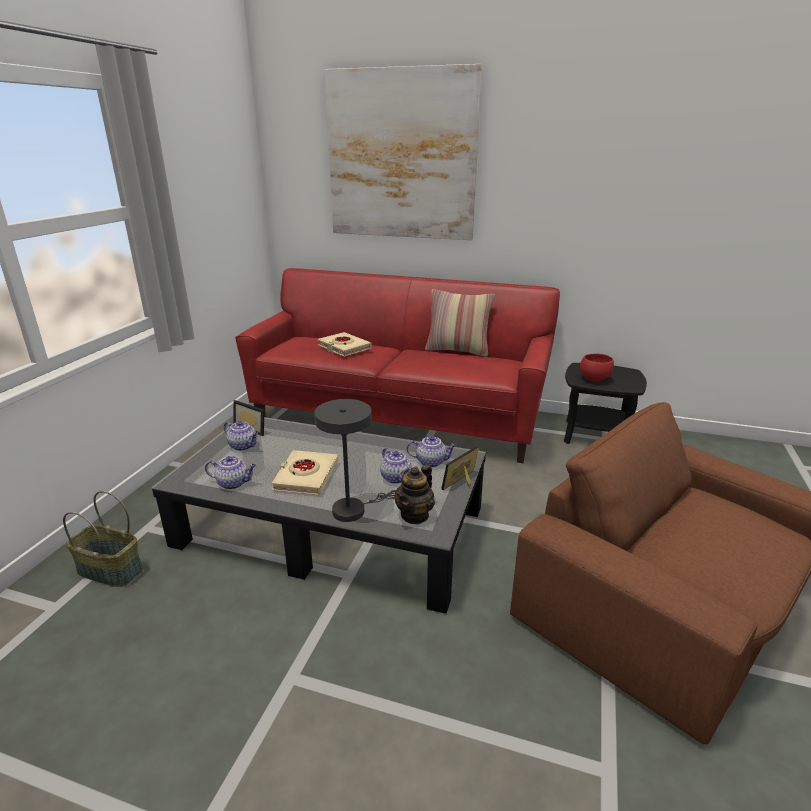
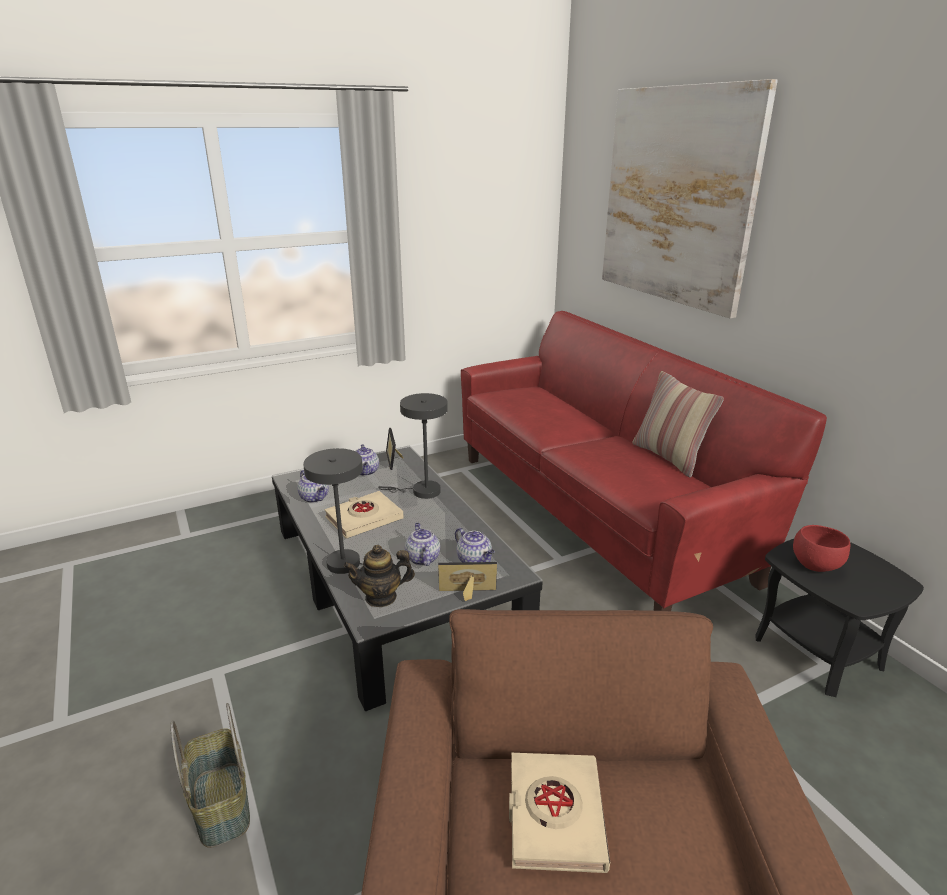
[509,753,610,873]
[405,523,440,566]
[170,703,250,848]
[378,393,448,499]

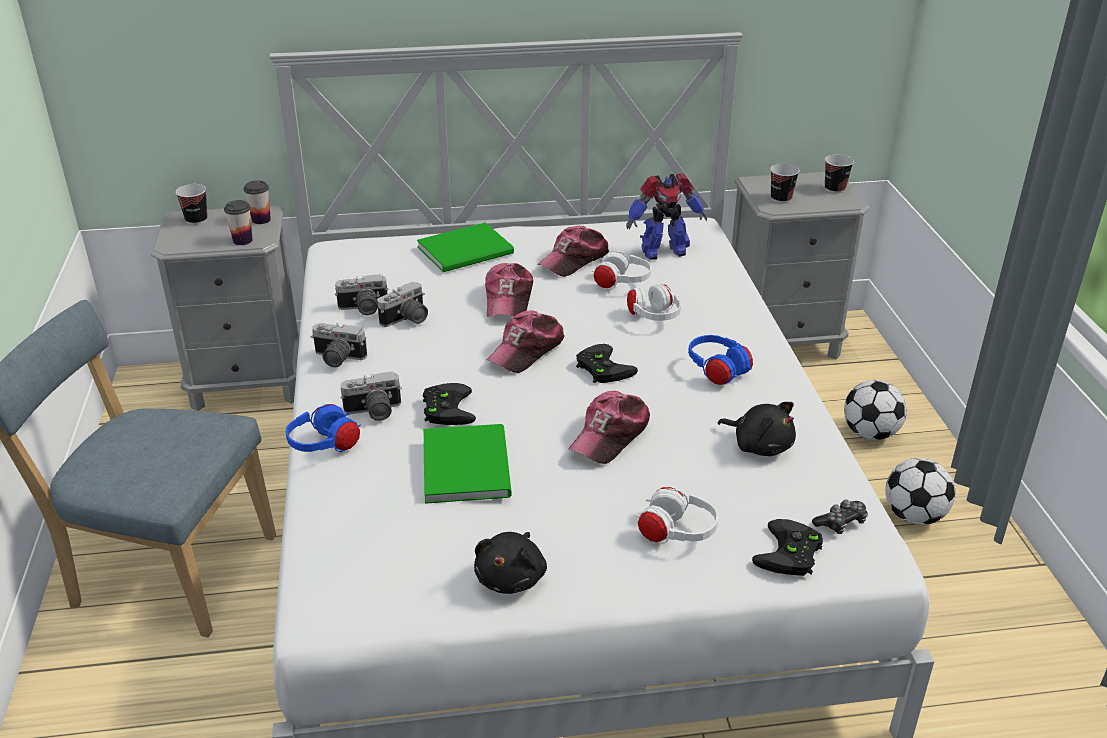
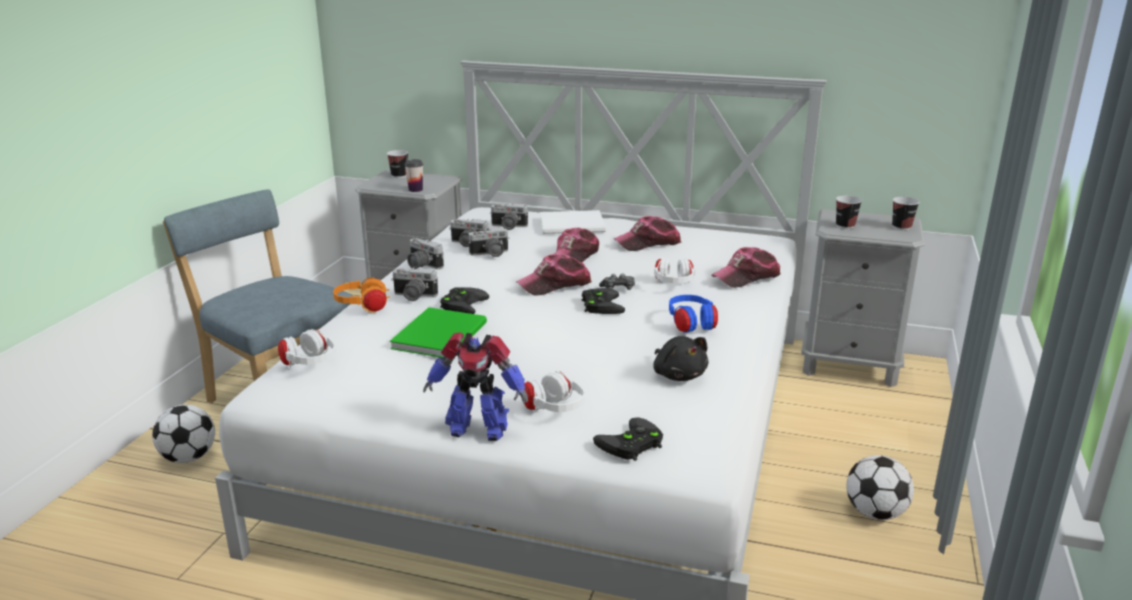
[423,332,528,441]
[244,180,271,224] (first image)
[540,210,606,234]
[278,329,336,367]
[152,404,215,463]
[711,247,781,288]
[333,278,390,312]
[599,273,635,290]
[474,532,547,594] (first image)
[490,203,528,230]

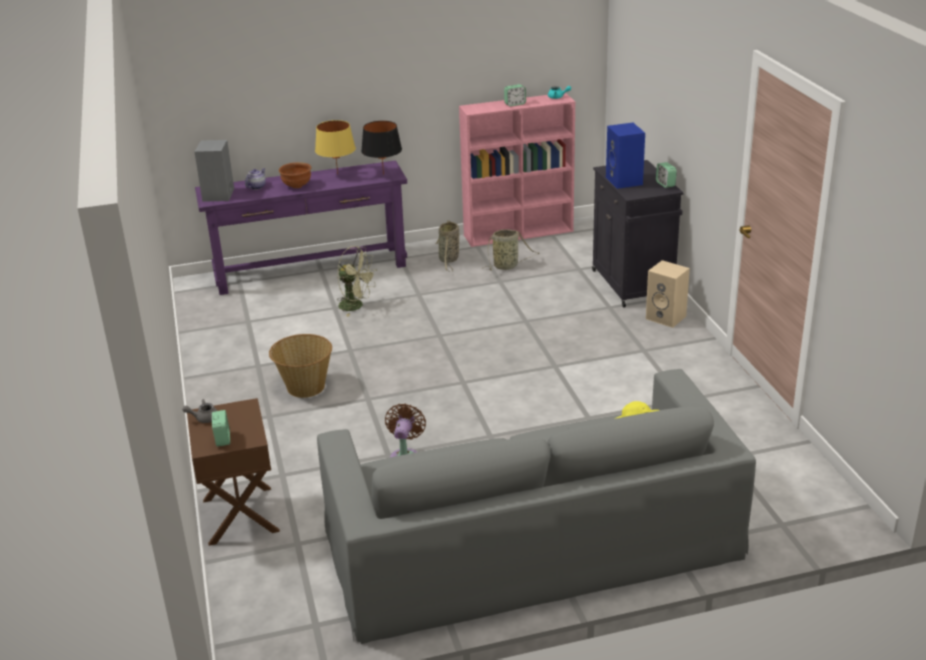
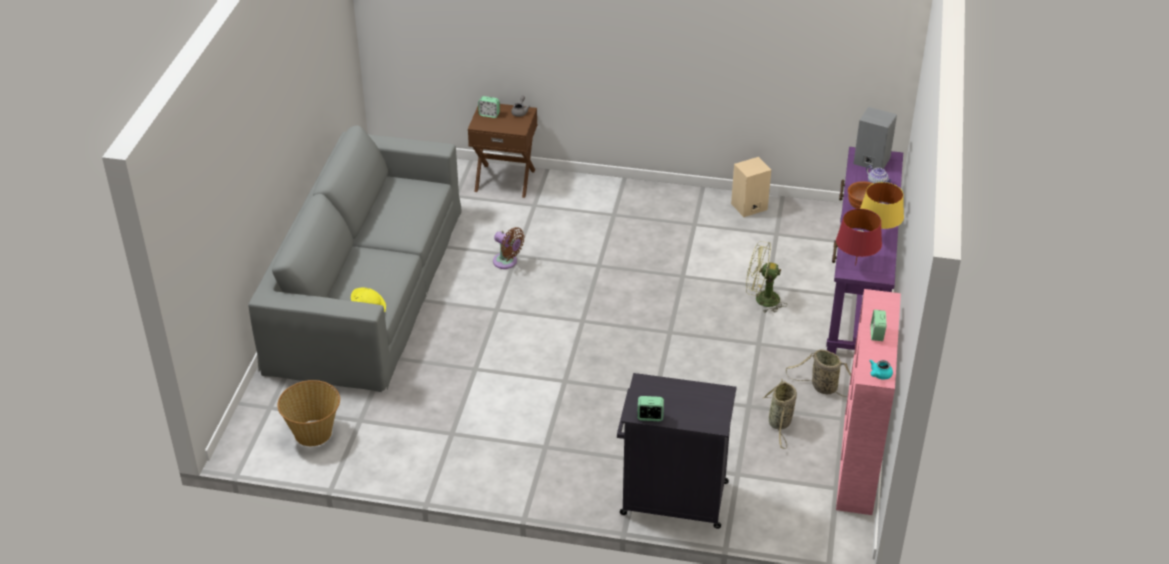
[836,209,882,266]
[606,123,645,189] (first image)
[746,241,787,313]
[731,157,771,217]
[277,380,340,446]

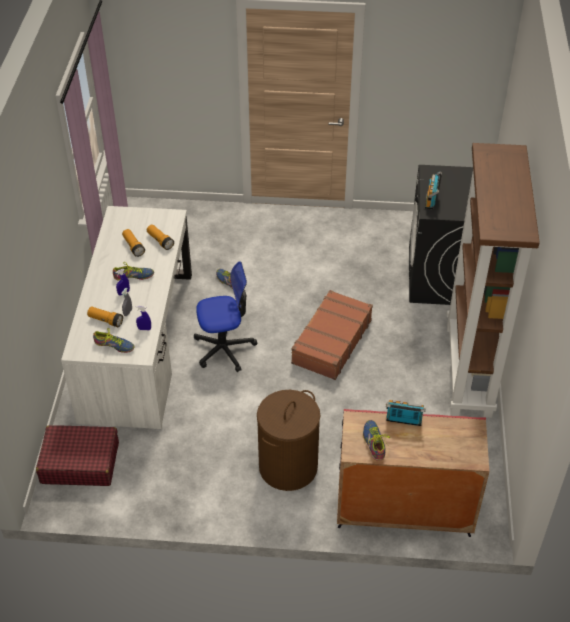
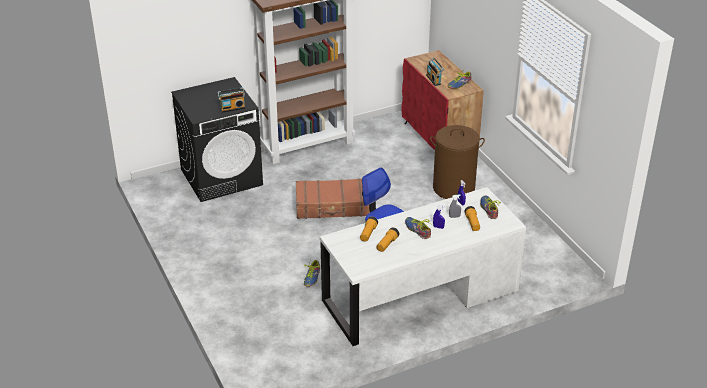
[36,425,119,486] (first image)

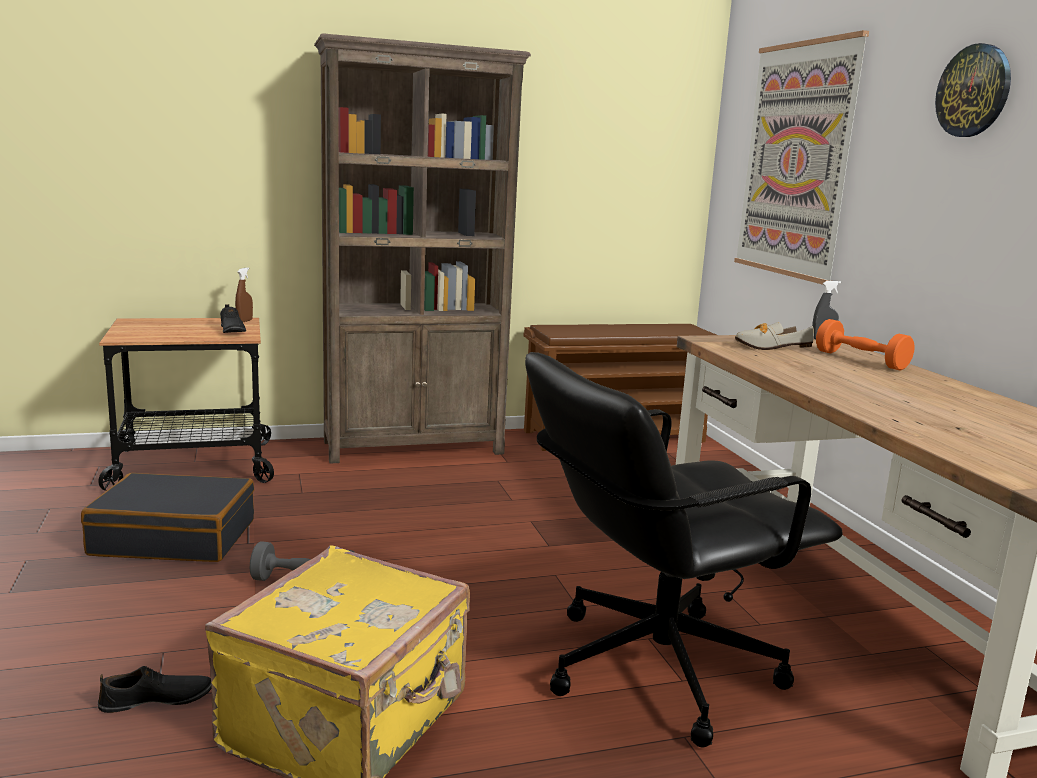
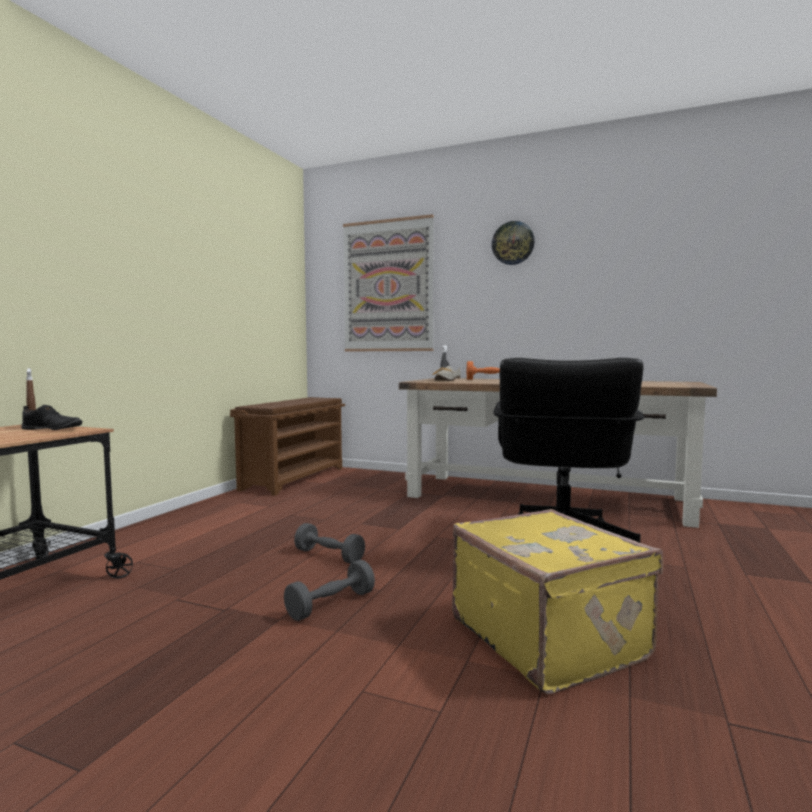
[314,33,531,464] (first image)
[81,473,254,562] (first image)
[98,666,212,713] (first image)
[294,523,365,564]

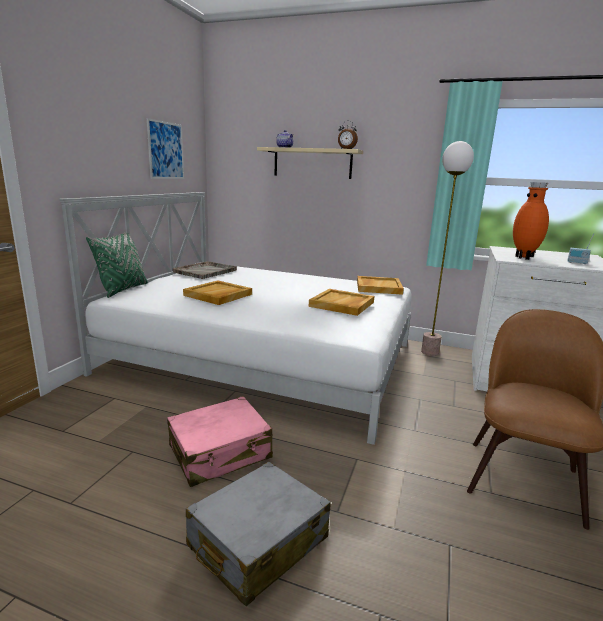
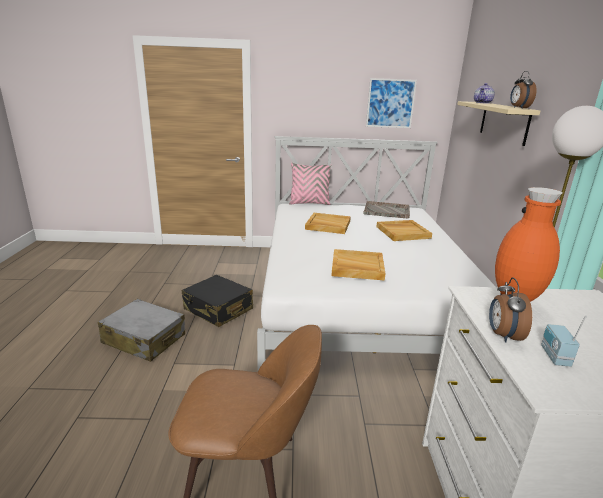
[289,163,332,205]
[376,220,432,241]
[182,275,253,327]
[489,278,532,343]

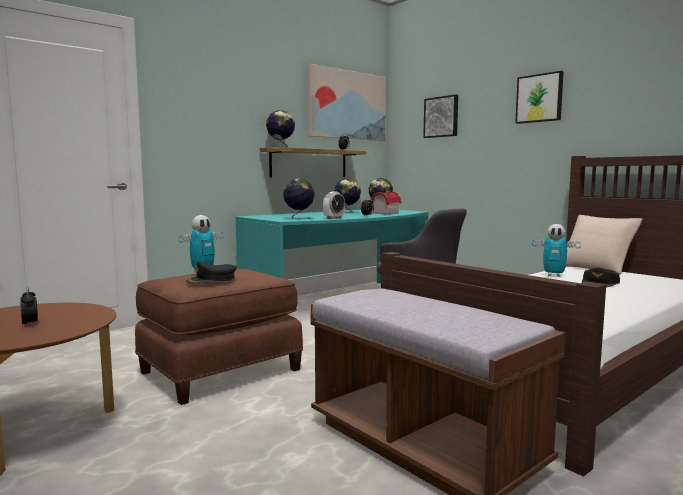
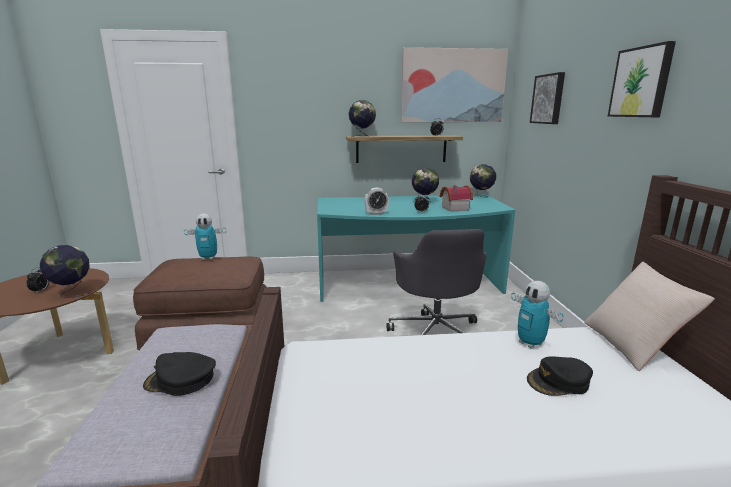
[40,245,92,298]
[143,352,216,396]

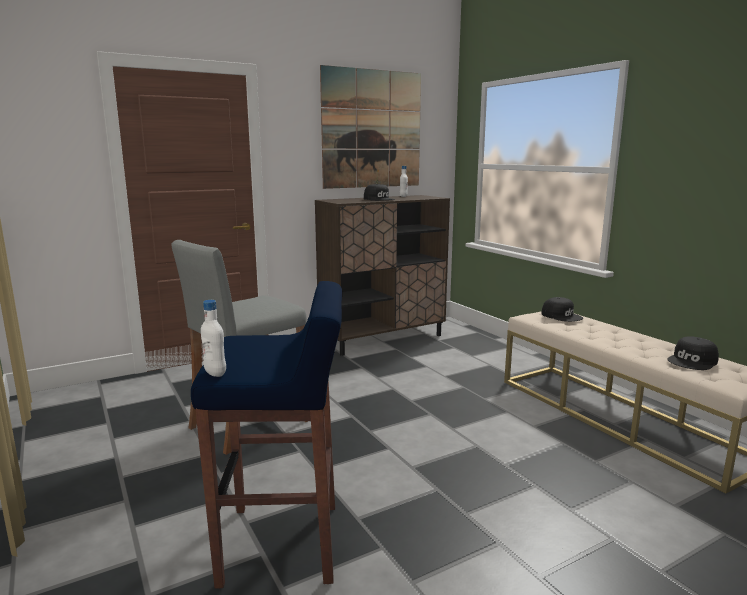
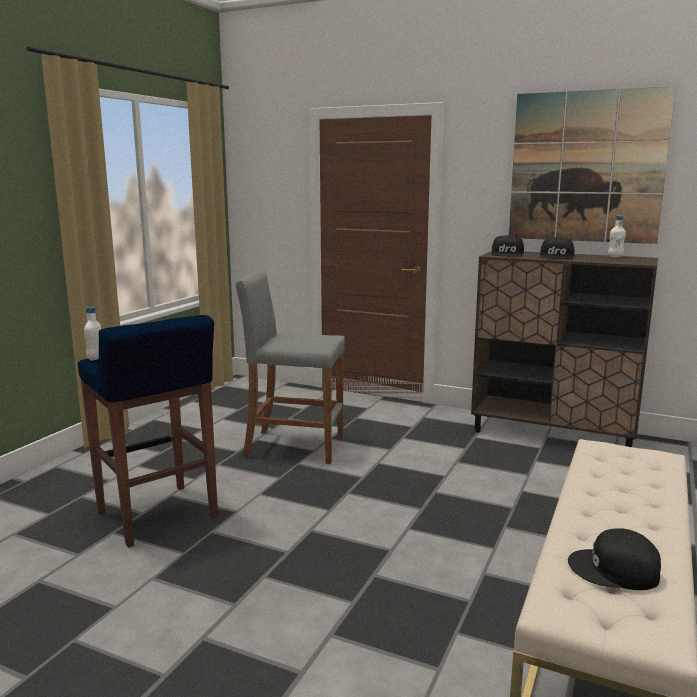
[491,235,524,256]

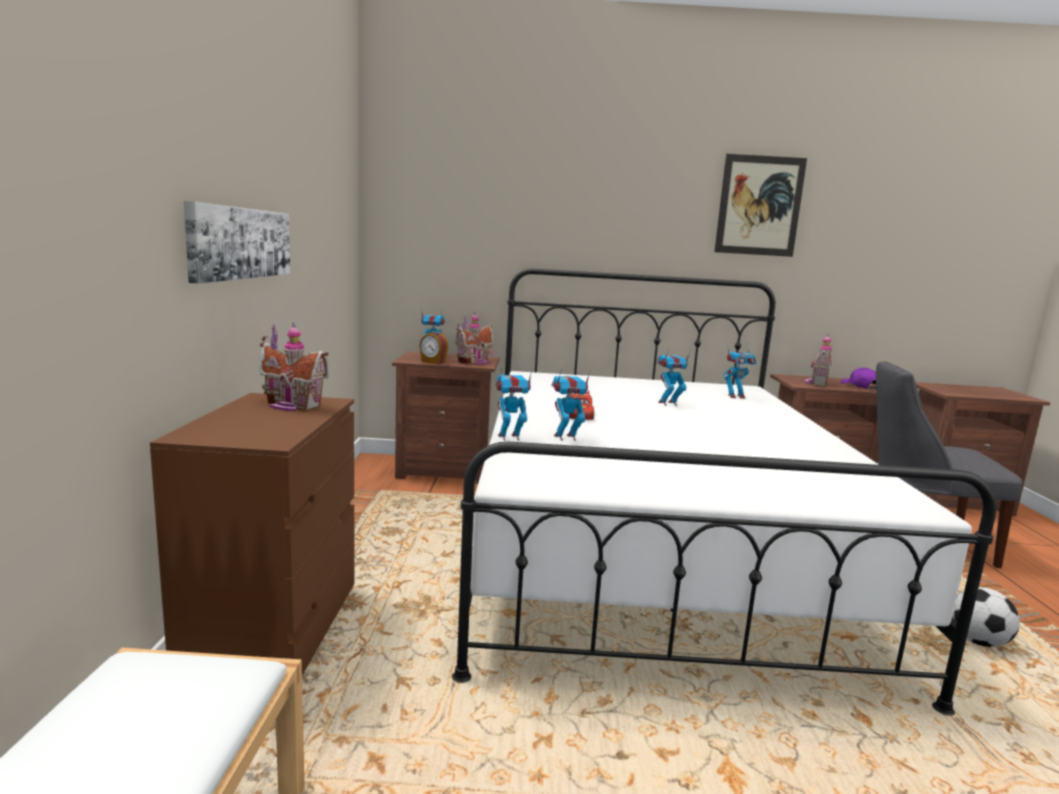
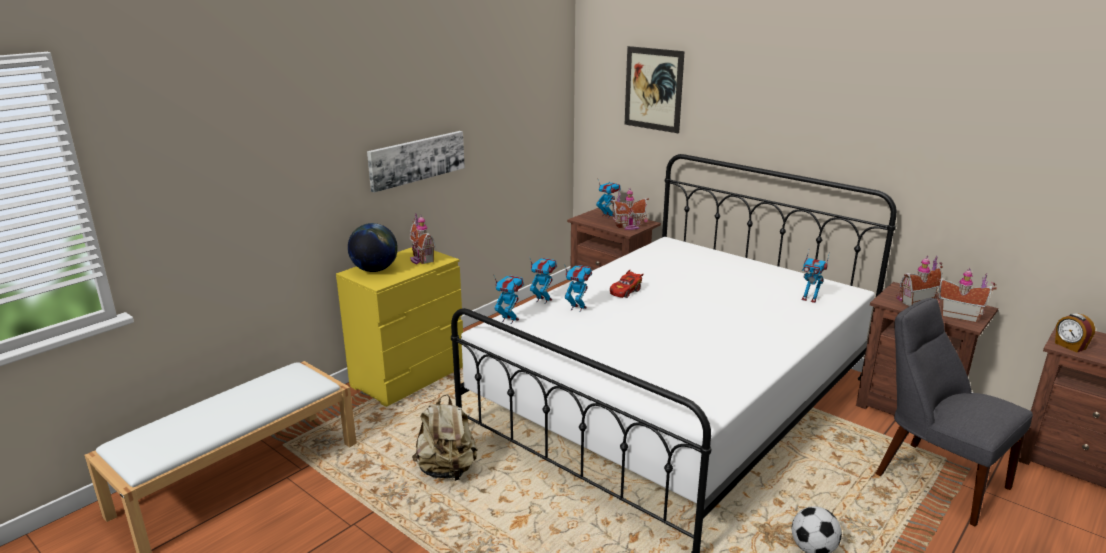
[625,46,685,133]
[1055,313,1095,352]
[494,275,524,324]
[935,268,997,323]
[336,247,463,407]
[348,223,398,272]
[412,394,478,481]

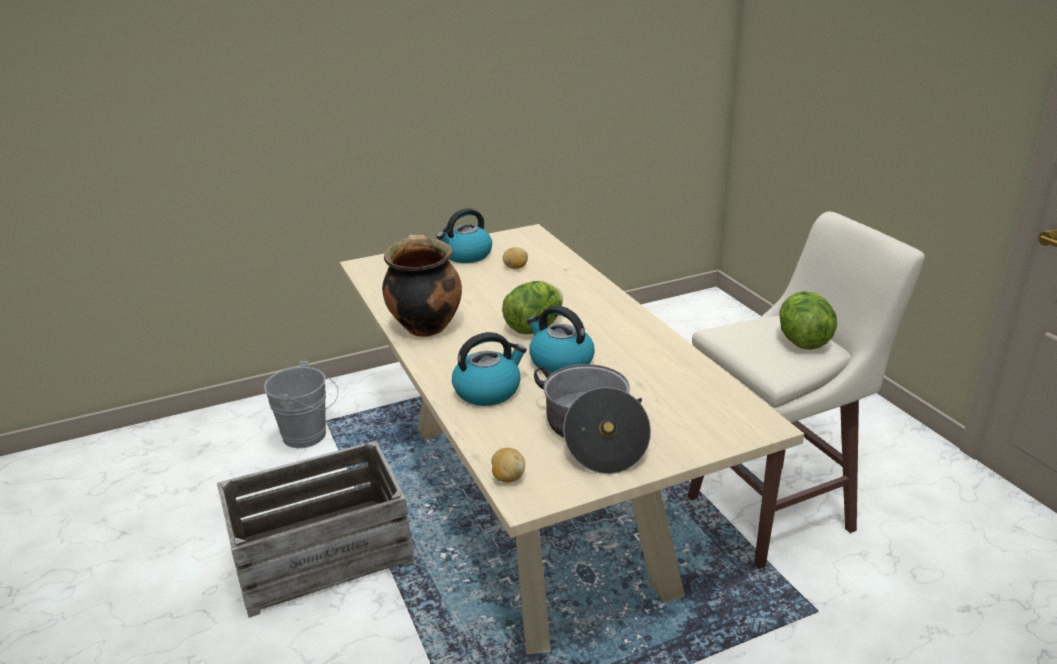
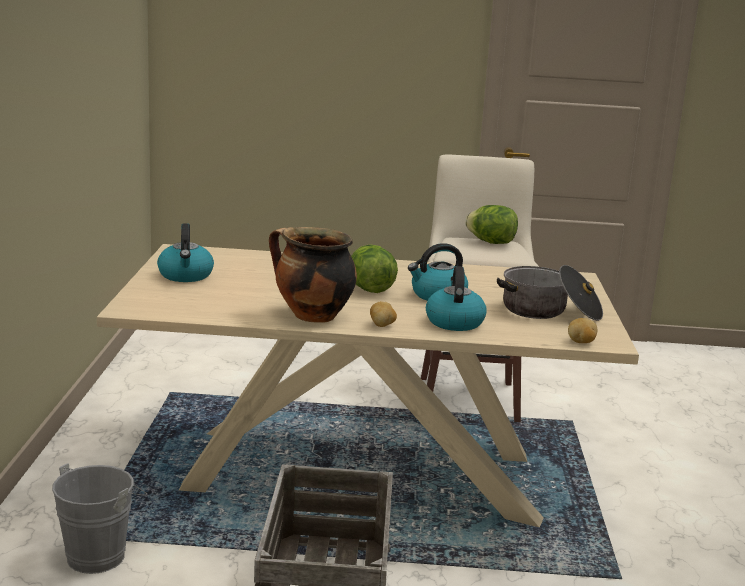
[370,301,397,327]

